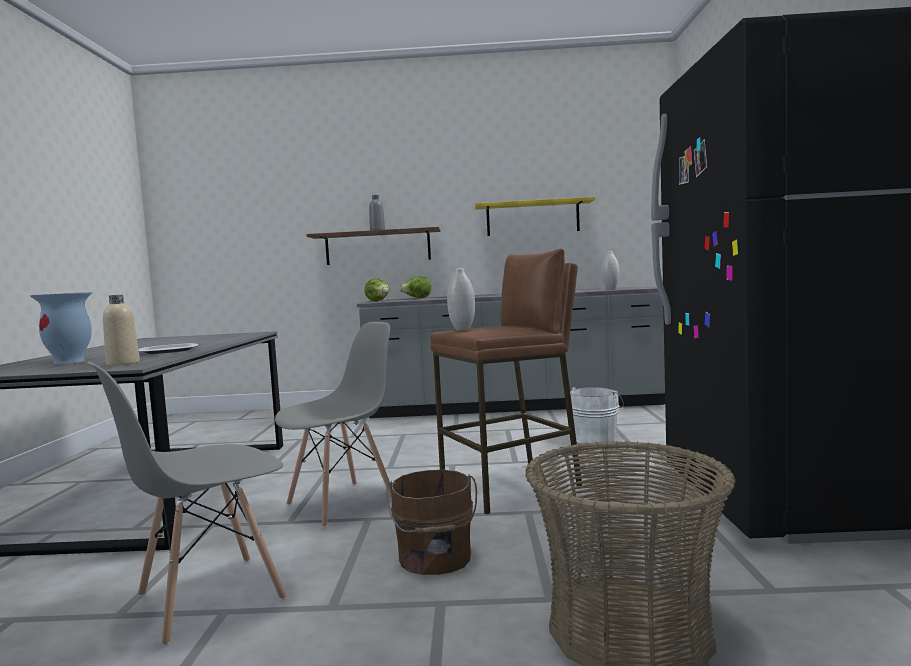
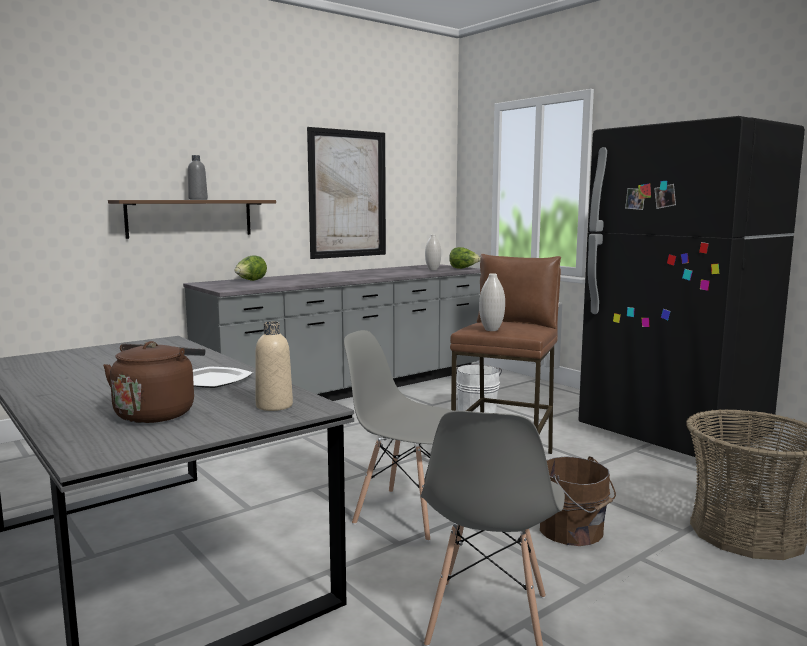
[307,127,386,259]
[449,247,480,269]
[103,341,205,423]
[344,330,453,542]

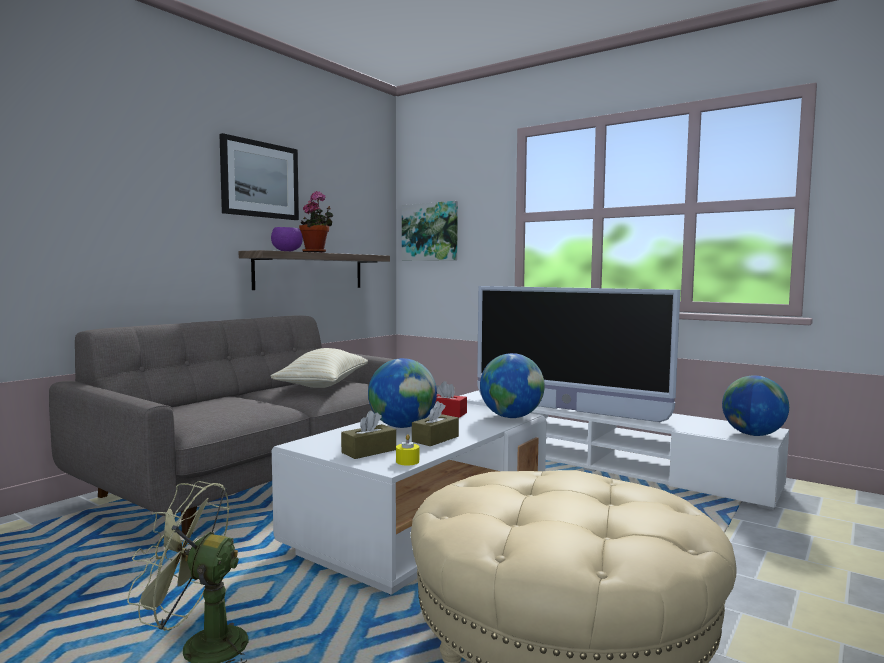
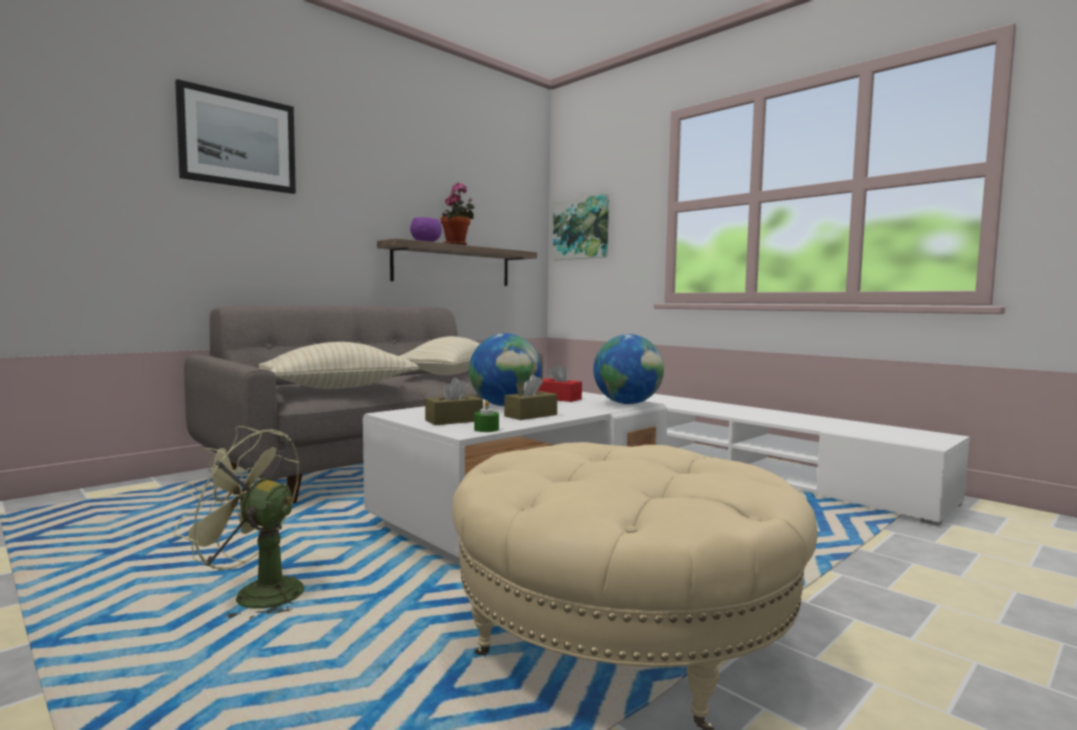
[175,79,296,194]
[477,286,680,422] (first image)
[722,376,789,436] (first image)
[474,400,499,432]
[258,342,419,389]

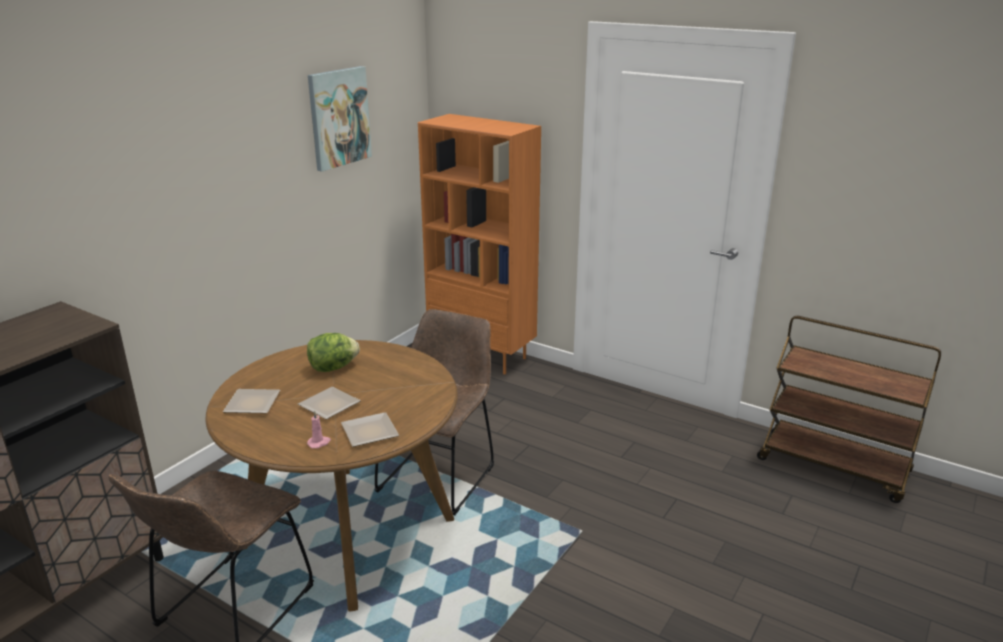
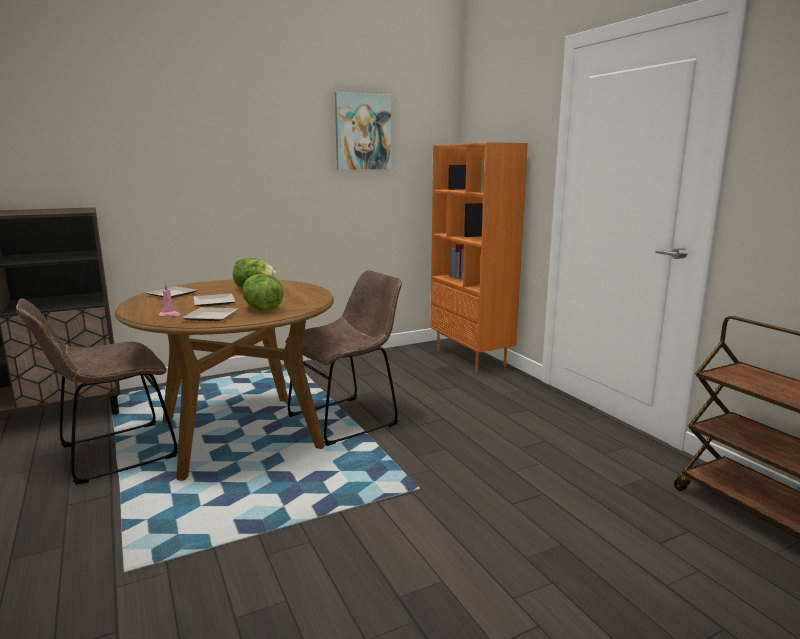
[242,274,284,311]

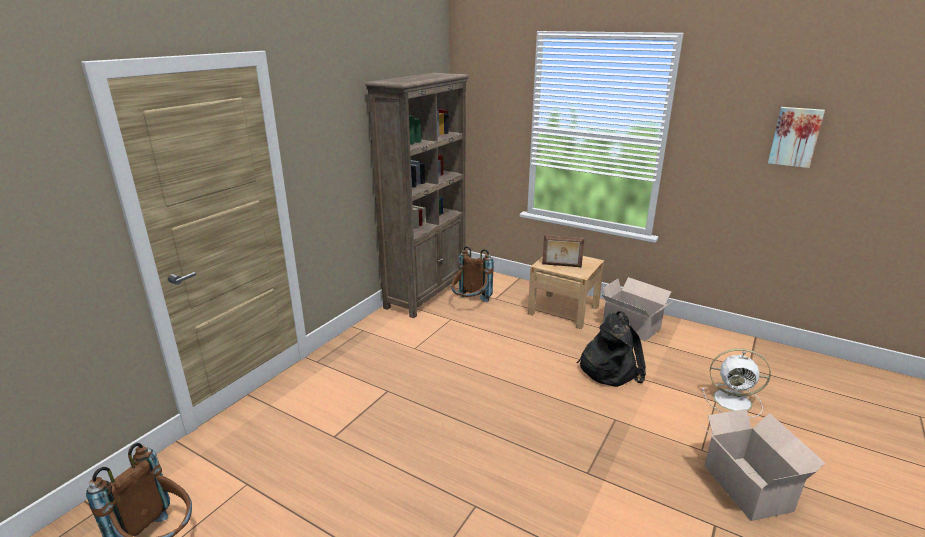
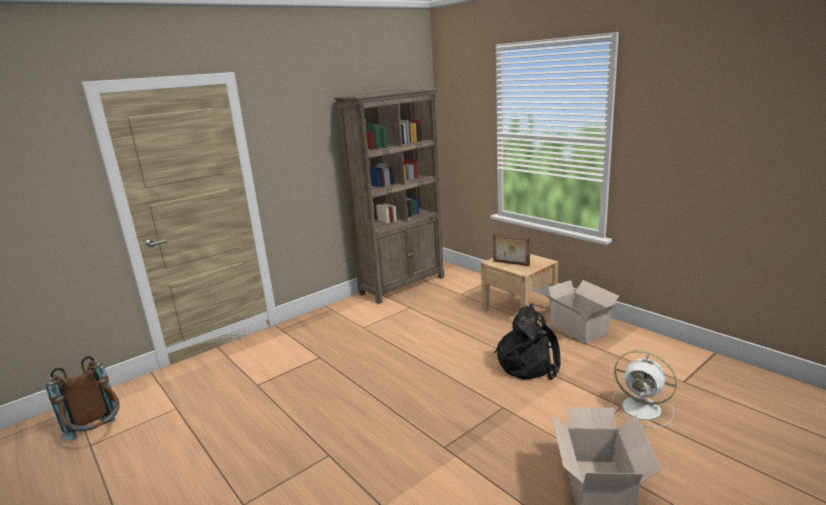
[768,107,825,168] (first image)
[451,246,494,302] (first image)

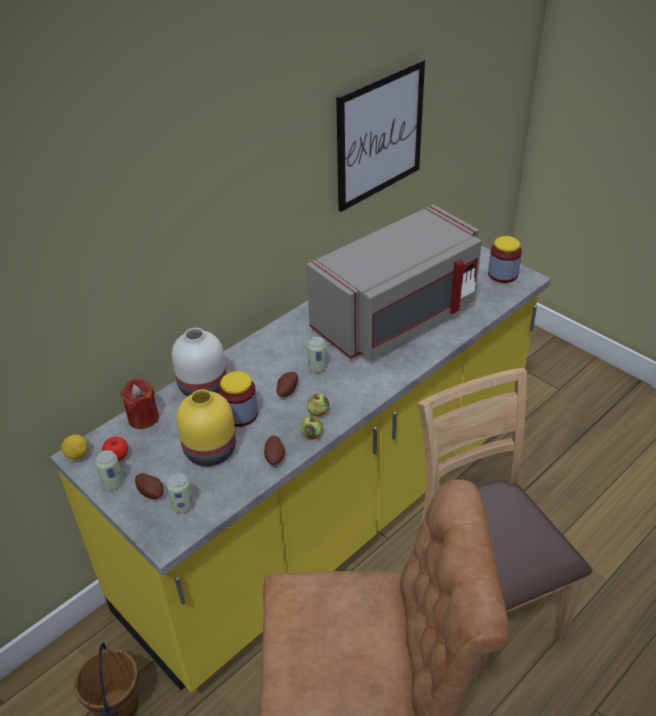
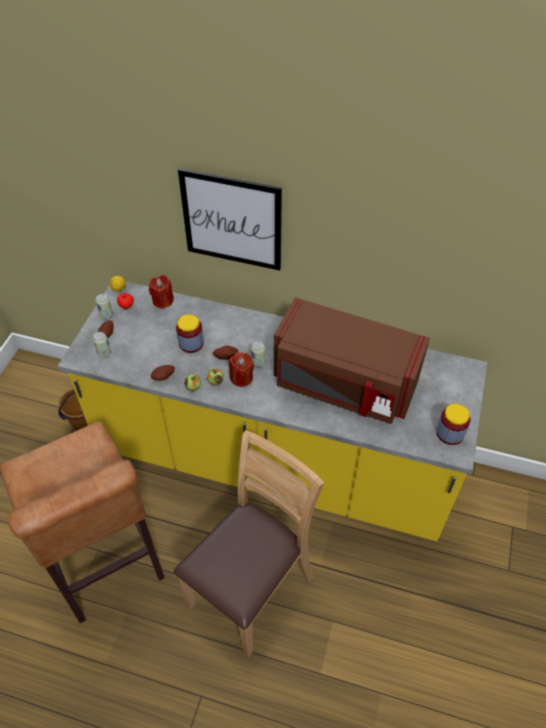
[178,168,282,271]
[274,297,430,424]
[172,328,227,397] (first image)
[176,389,236,466] (first image)
[229,352,254,387]

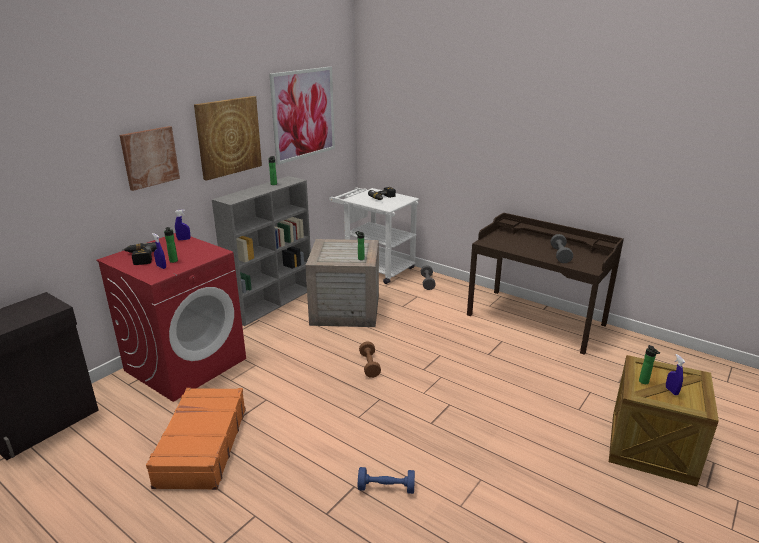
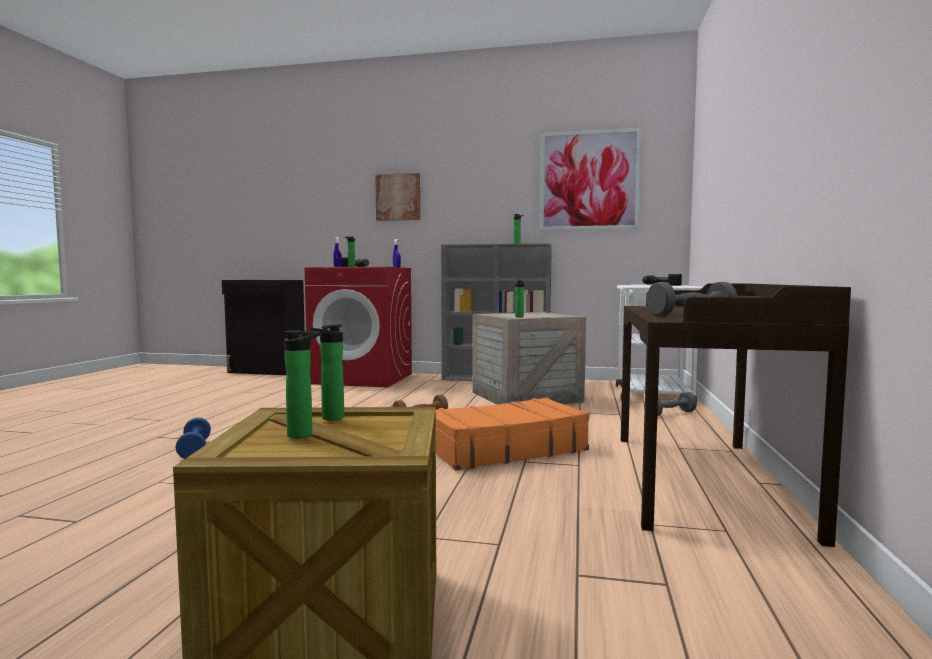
[194,96,262,181] (first image)
[284,331,321,438]
[436,397,590,470]

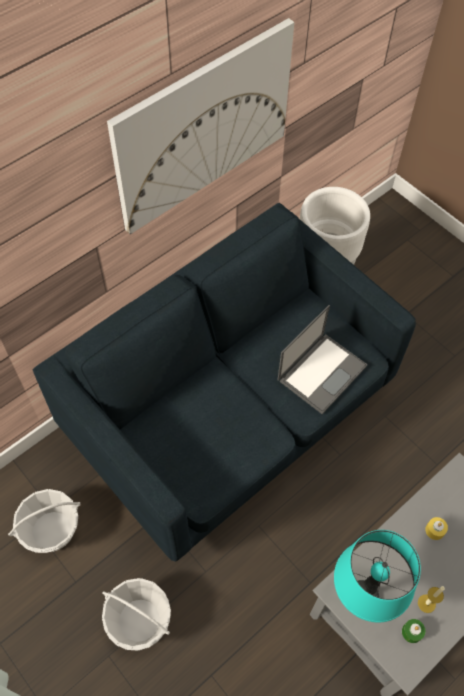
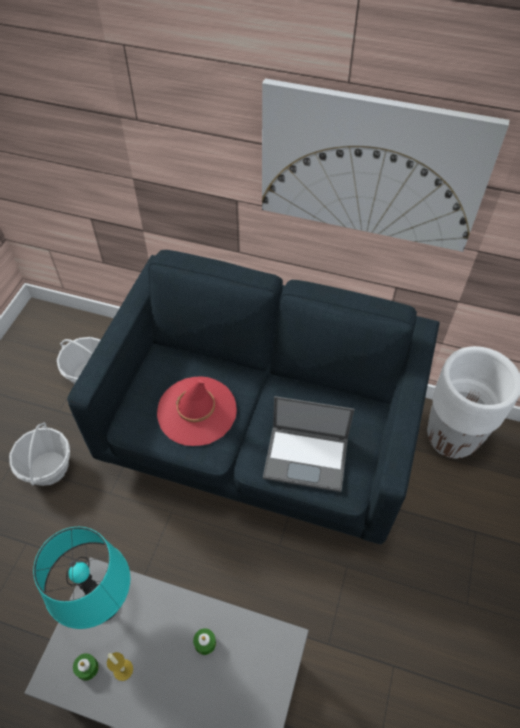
[193,628,216,655]
[157,376,237,446]

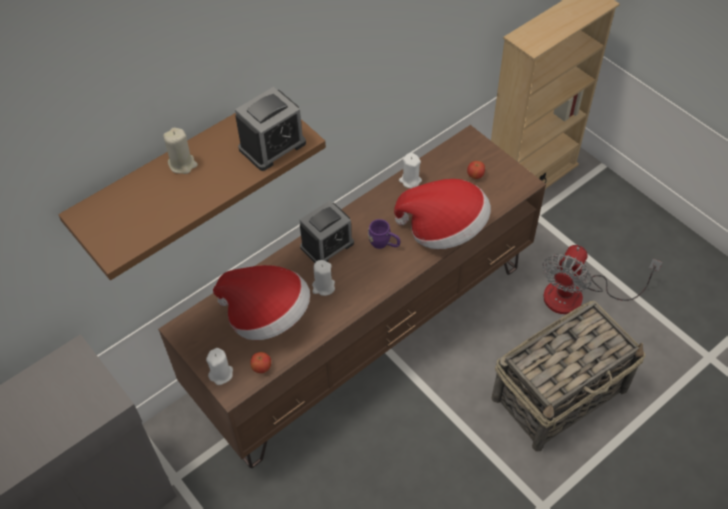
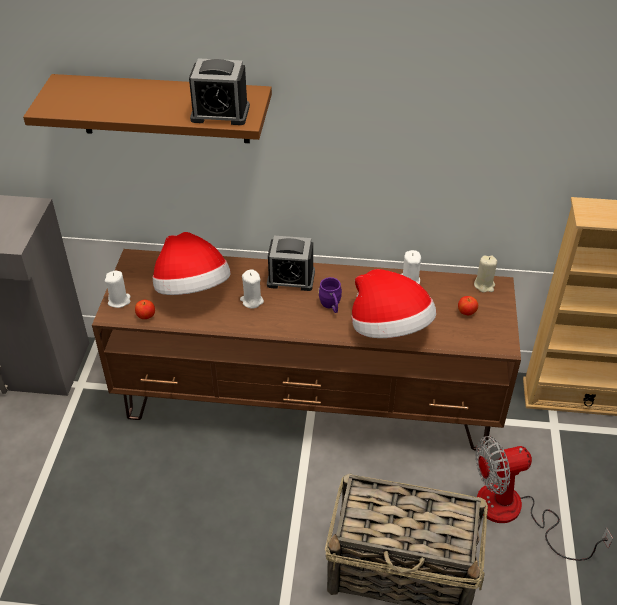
[474,256,497,292]

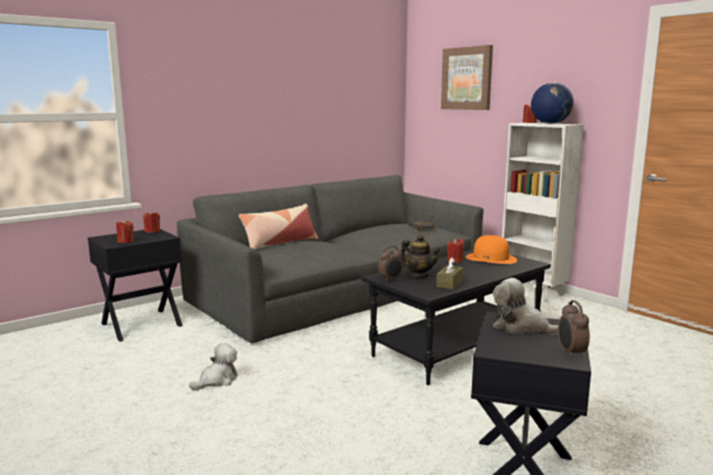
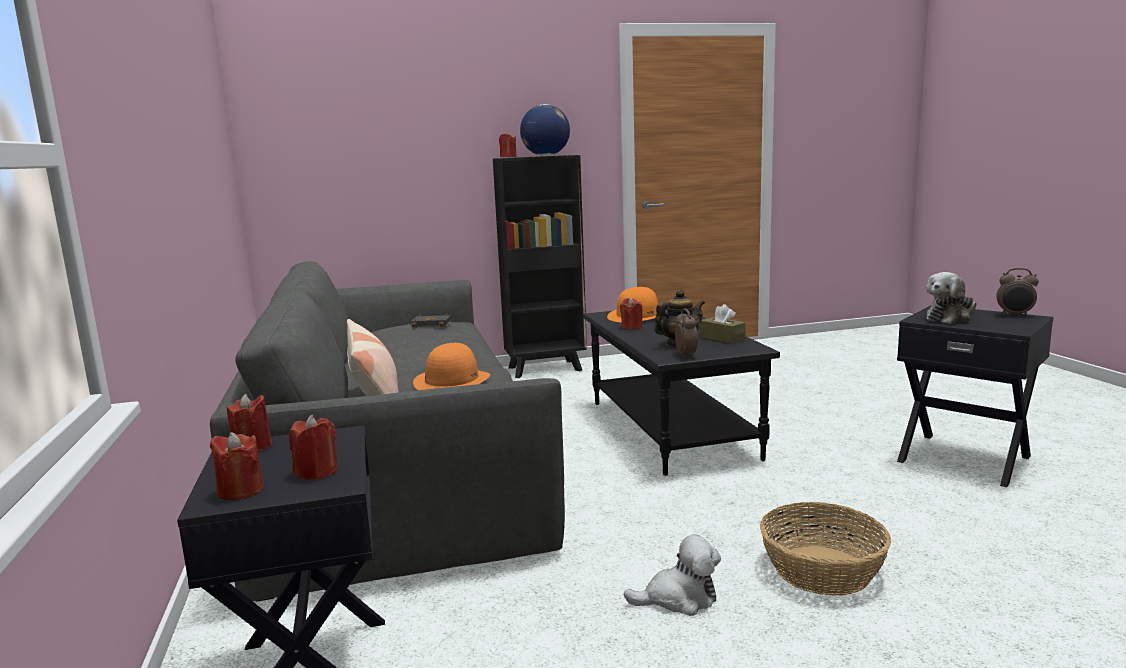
[441,45,493,110] (first image)
[493,155,587,378]
[624,534,721,616]
[413,343,490,390]
[210,432,264,500]
[760,502,891,596]

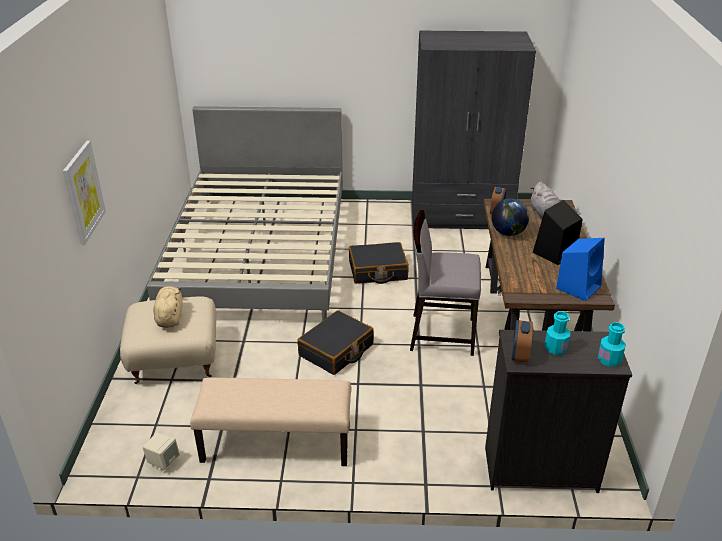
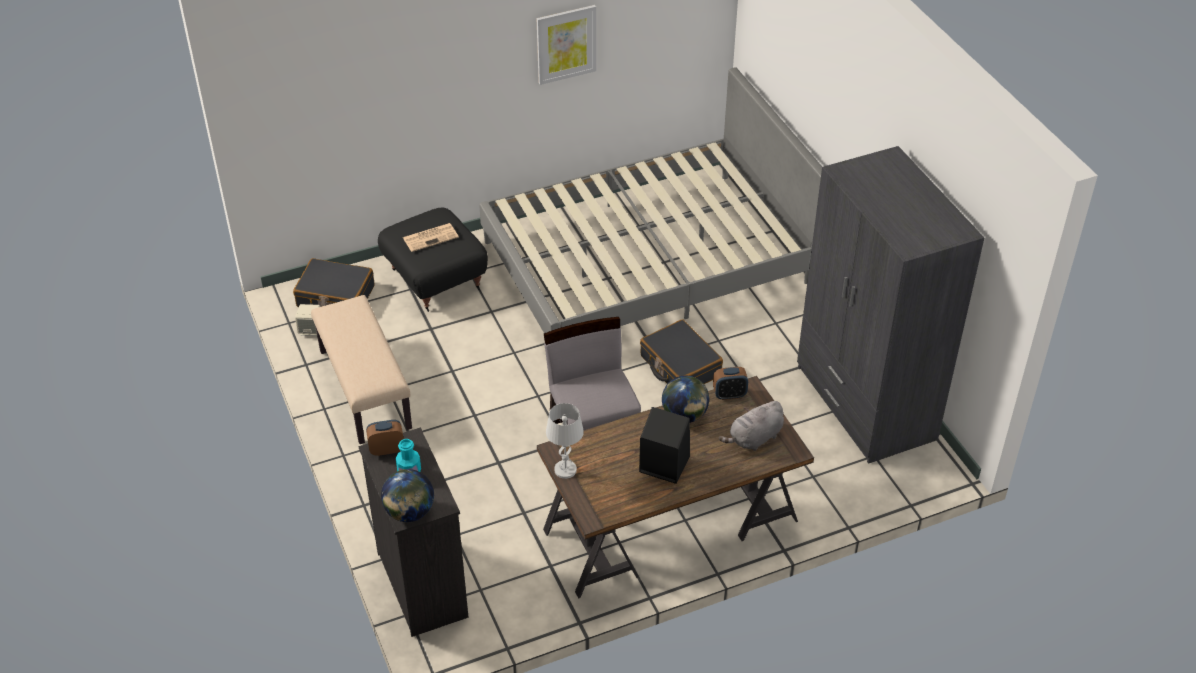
[537,5,596,85]
[556,238,605,301] (first image)
[402,223,459,252]
[378,207,488,312]
[293,258,374,307]
[381,469,434,522]
[546,403,584,479]

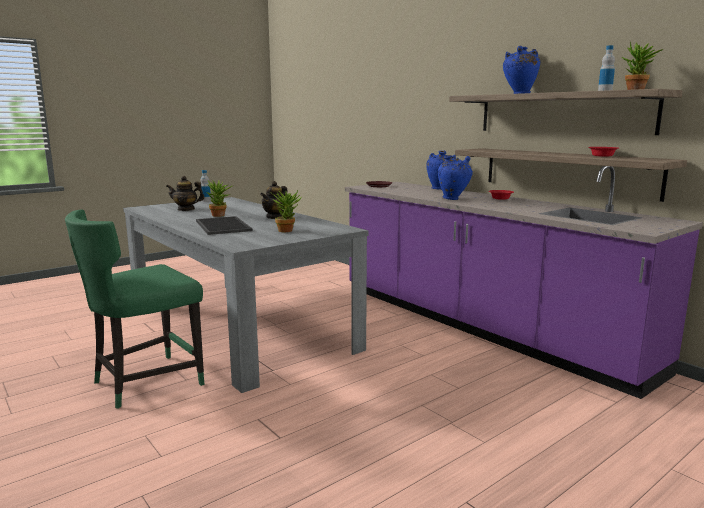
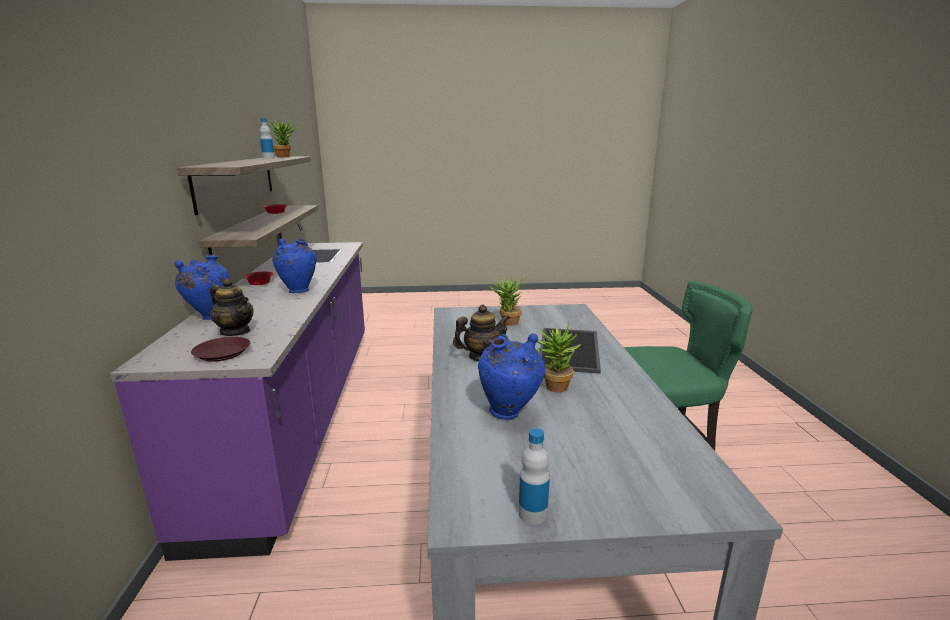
[478,333,546,420]
[210,278,254,336]

